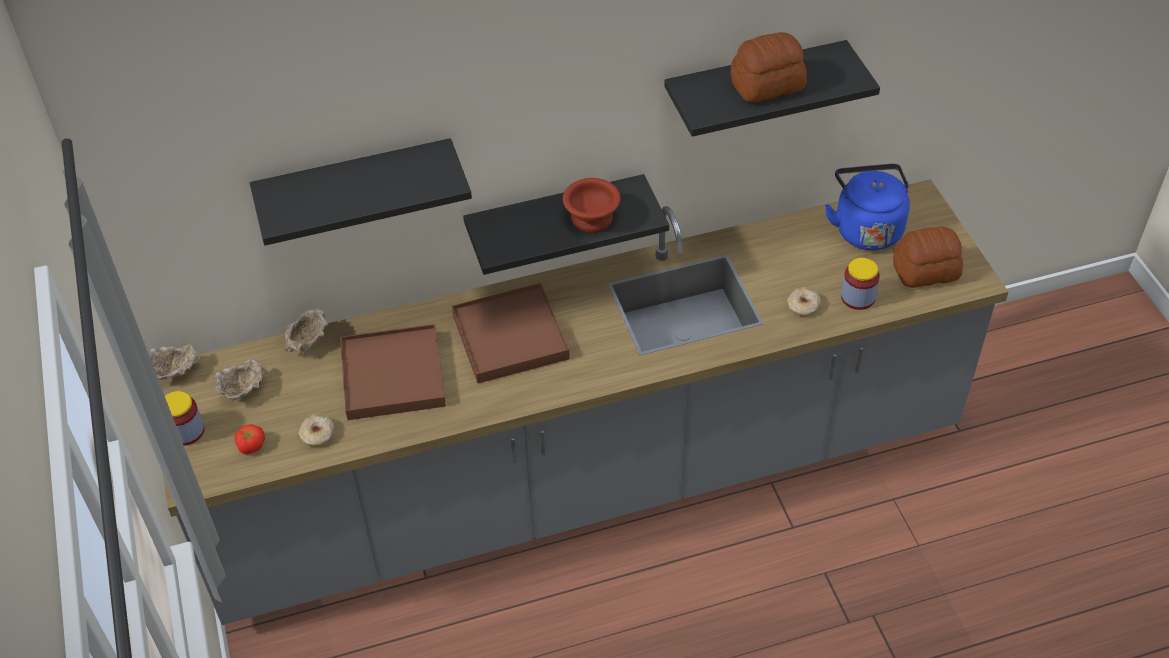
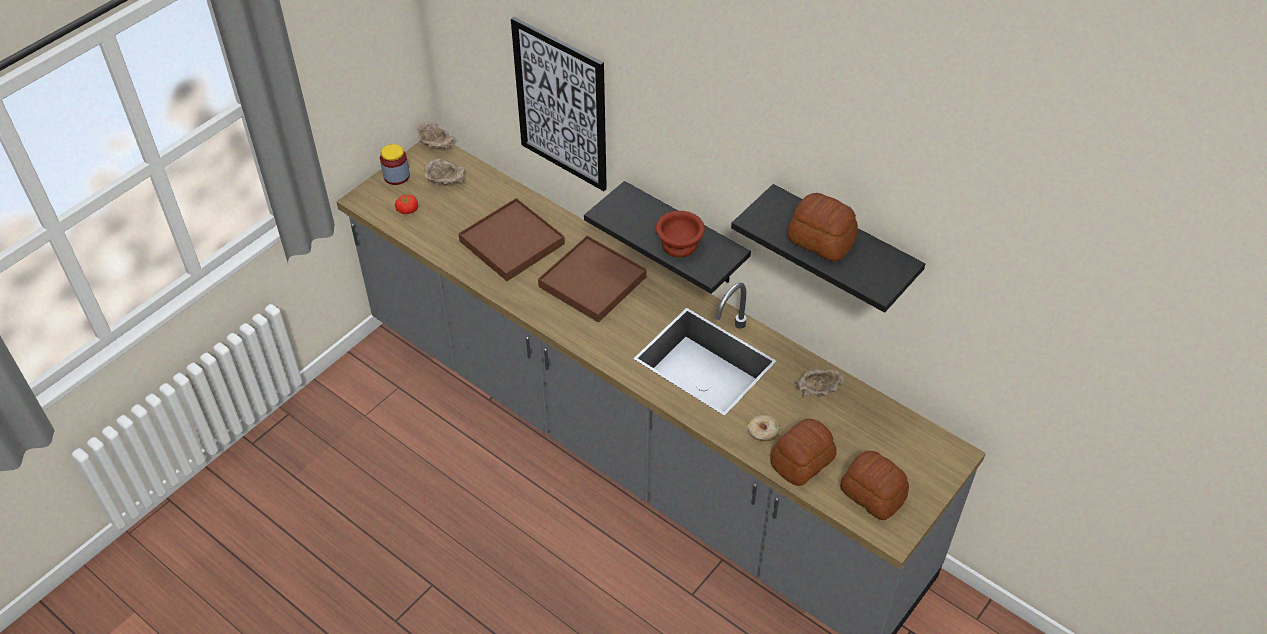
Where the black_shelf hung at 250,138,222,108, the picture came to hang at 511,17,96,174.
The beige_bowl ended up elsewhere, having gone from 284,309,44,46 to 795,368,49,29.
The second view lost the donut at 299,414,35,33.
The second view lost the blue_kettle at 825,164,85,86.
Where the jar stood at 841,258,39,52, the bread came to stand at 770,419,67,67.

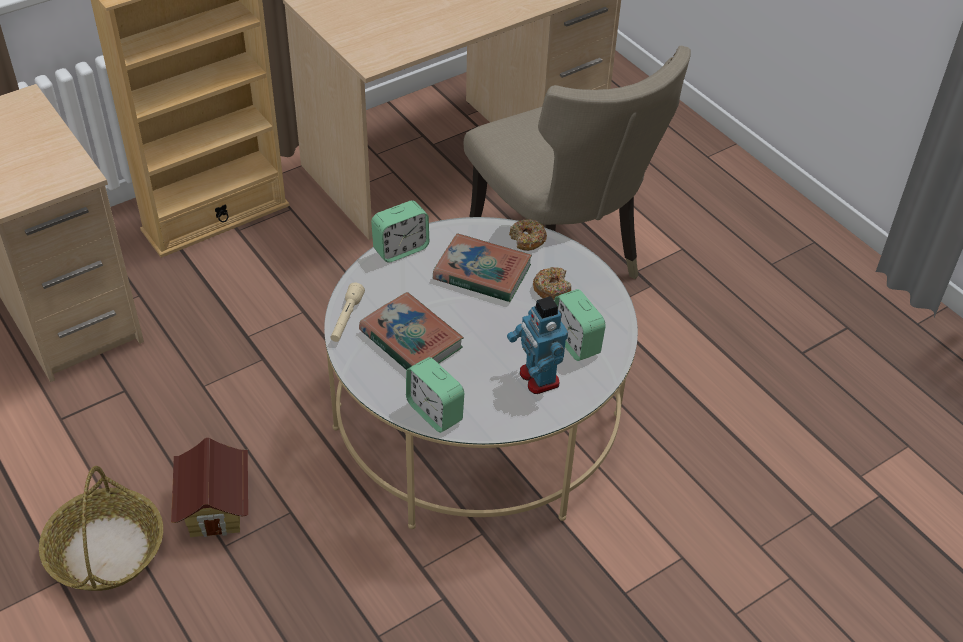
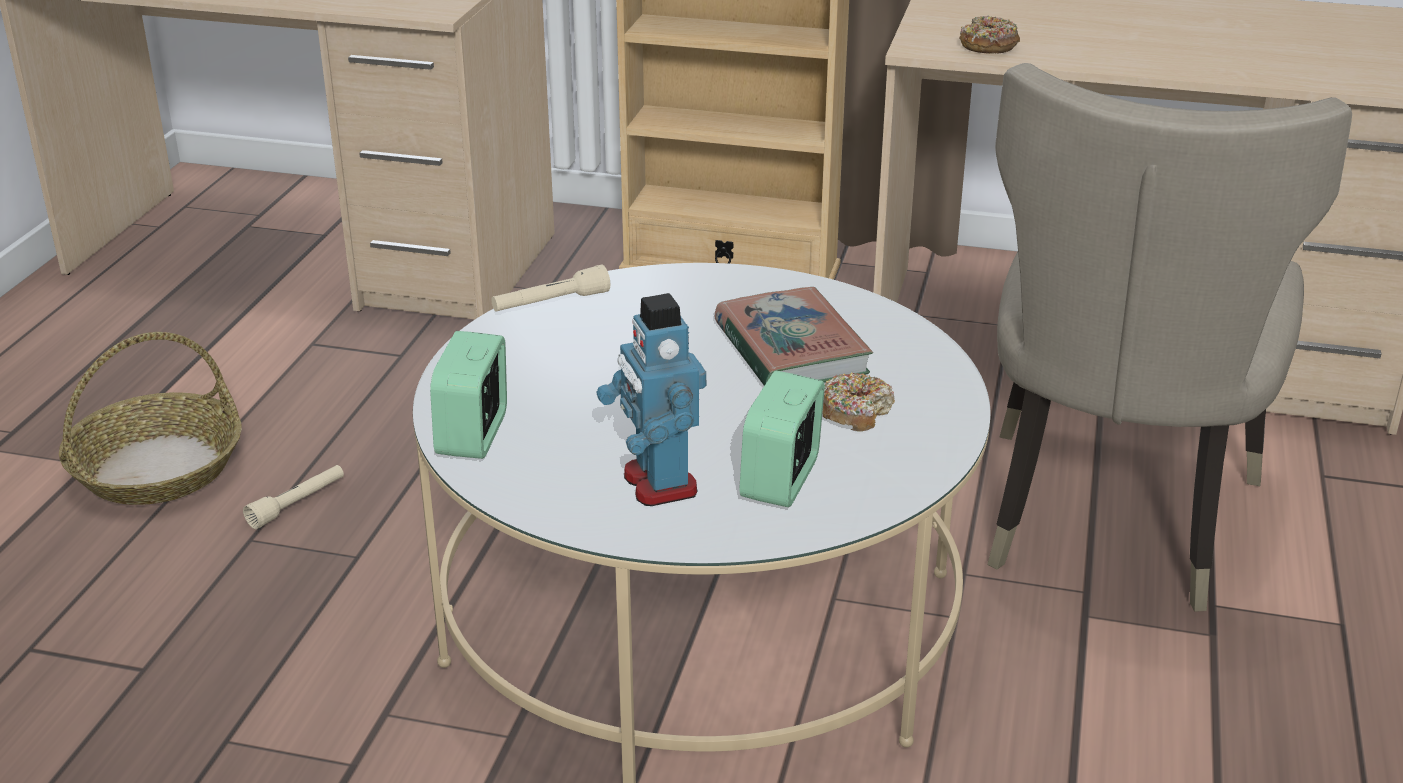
Where the toy_house stood at 171,438,77,99, the beige_flashlight came to stand at 243,465,101,64.
The second view lost the book at 359,292,105,78.
The second view lost the alarm_clock at 371,201,58,62.
The toy_robot at 507,296,61,98 ended up facing another way, 45 degrees counterclockwise from before.
The donut ended up elsewhere, having gone from 509,219,38,32 to 959,15,61,39.

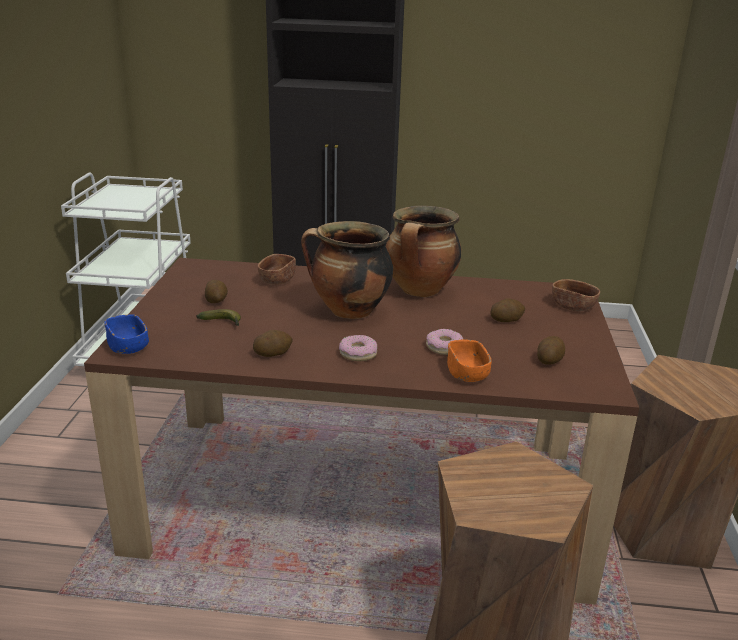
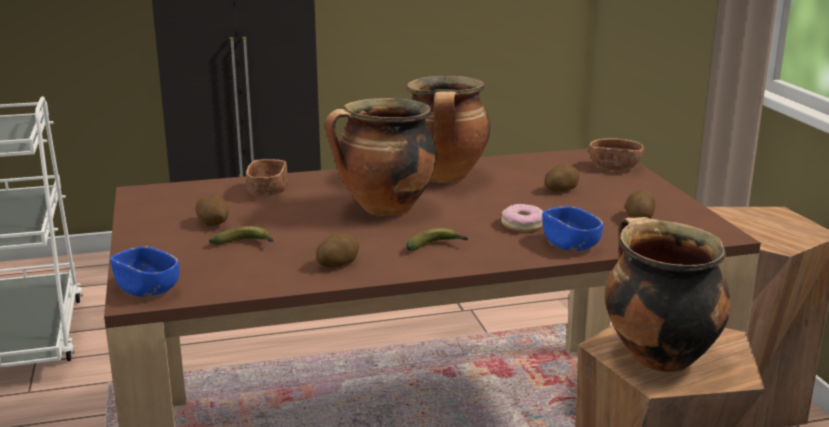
Where the donut stood at 339,335,38,26, the banana came to stand at 406,228,63,23.
What was the orange_bowl at 447,340,45,42 turned into the blue_bowl at 542,206,61,45.
The second view gained the cooking_pot at 605,217,126,155.

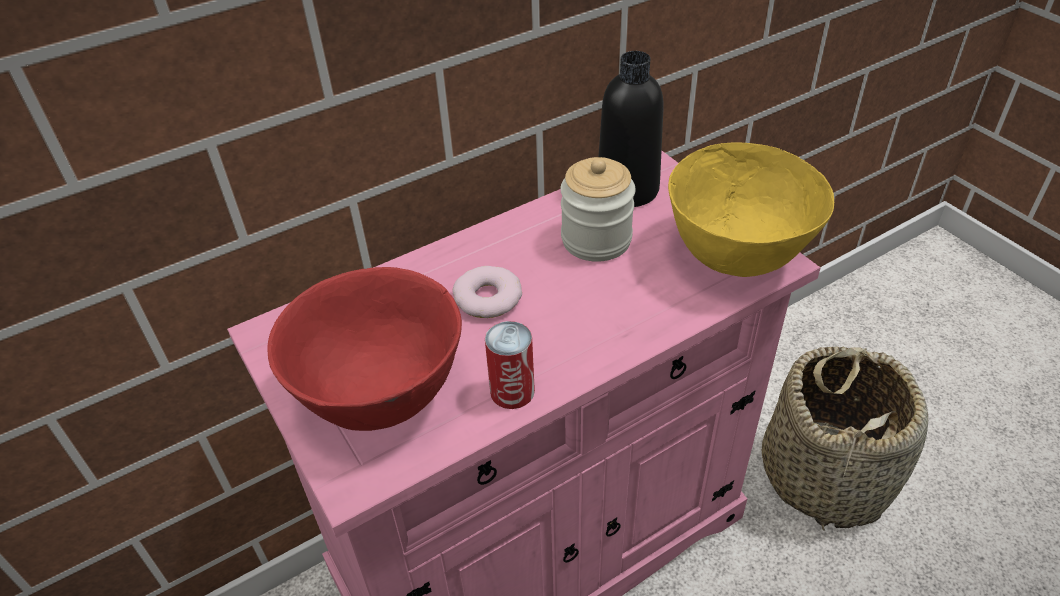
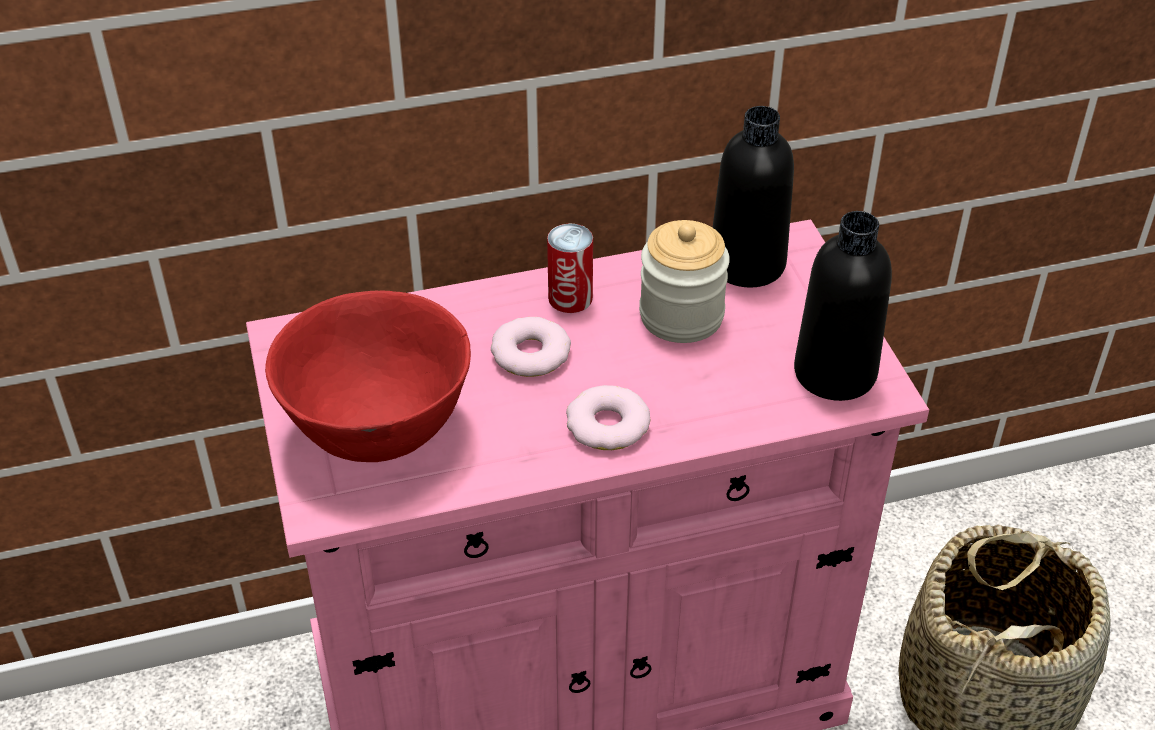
The can ended up elsewhere, having gone from 485,321,50,88 to 547,223,46,90.
Where the yellow_bowl stood at 668,142,166,135, the black_bottle came to stand at 794,211,98,190.
The second view gained the donut at 566,385,84,65.

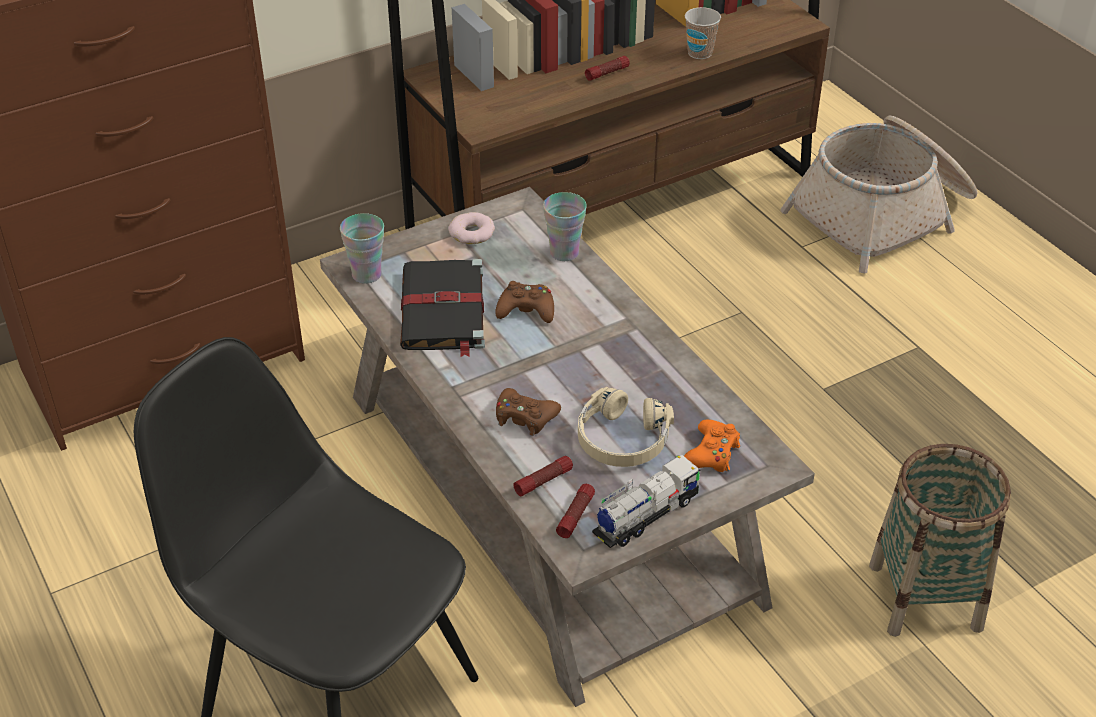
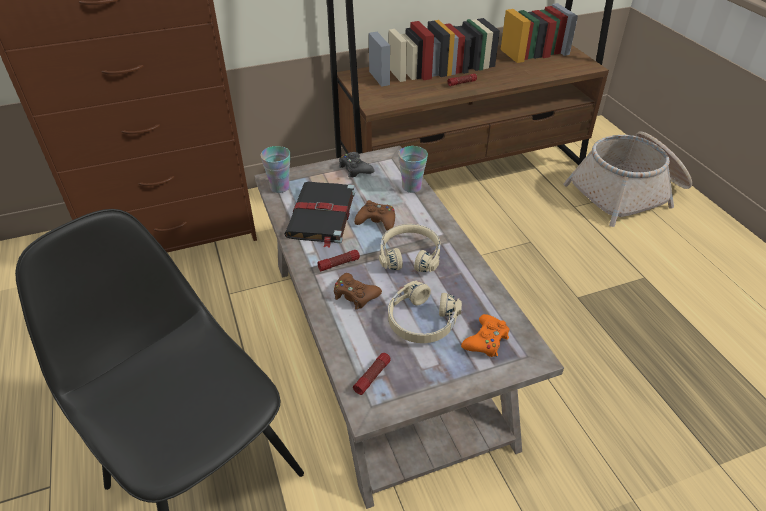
Where the donut stood at 448,212,47,32, the black_game_controller came to stand at 339,152,35,26.
The flashlight ended up elsewhere, having gone from 513,456,60,41 to 317,250,43,21.
The second view lost the toy_truck at 592,455,109,93.
The second view lost the cup at 685,7,36,52.
The second view lost the basket at 869,444,142,193.
The second view gained the beige_headphones at 379,224,62,48.

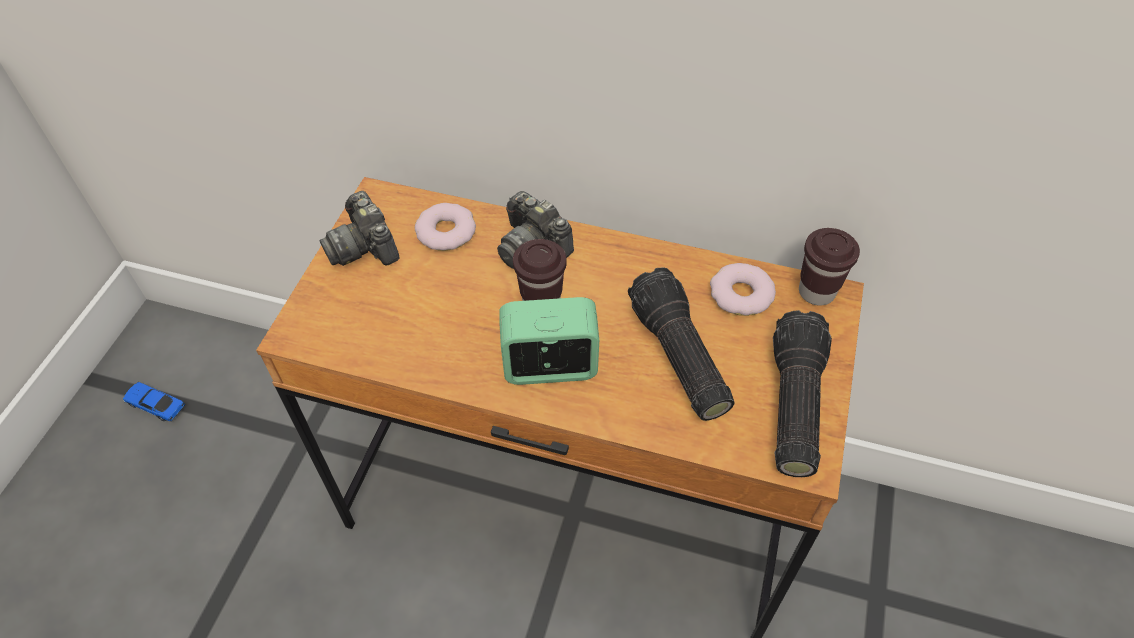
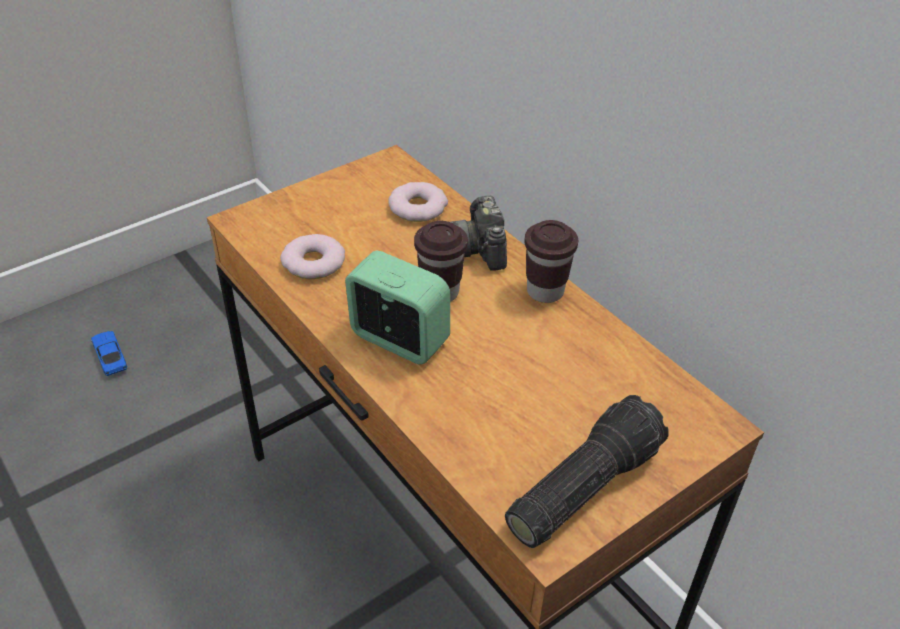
The toy_car ended up elsewhere, having gone from 123,382,62,39 to 91,331,36,45.
The second view lost the photo_camera at 320,191,79,75.
The second view lost the flashlight at 628,267,106,154.
The donut ended up elsewhere, having gone from 710,263,66,53 to 280,234,65,45.
The brown_cup ended up elsewhere, having gone from 799,228,61,78 to 524,220,54,83.

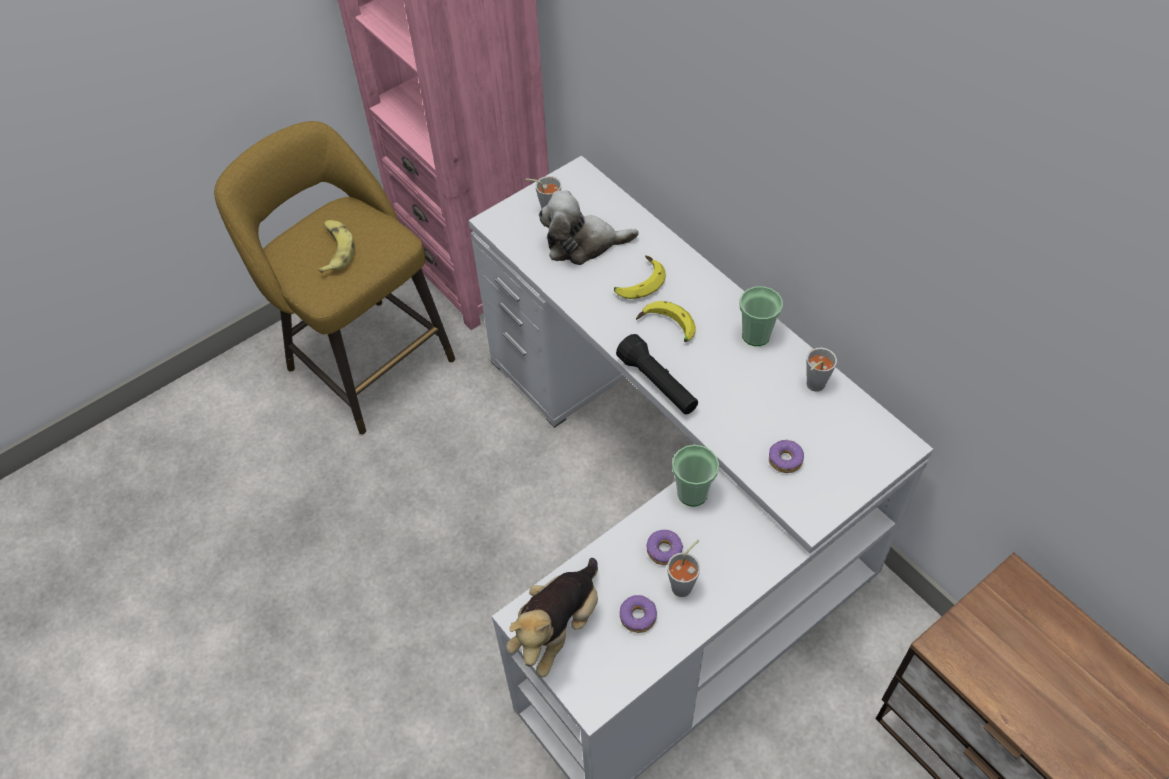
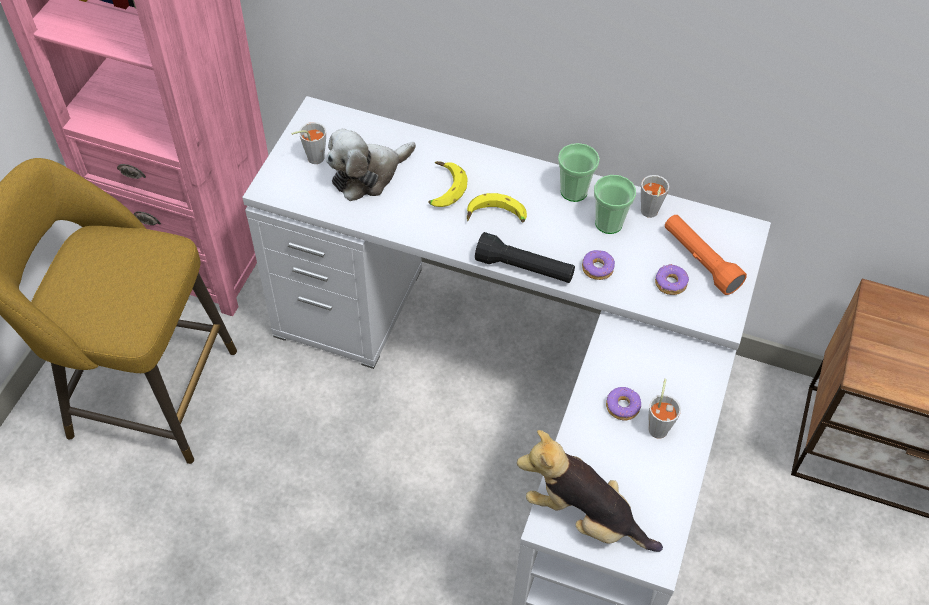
The second view lost the banana at 318,220,37,53.
The plush_toy at 506,558,92,119 ended up facing another way, 120 degrees clockwise from before.
The donut ended up elsewhere, having gone from 620,595,37,38 to 582,250,33,30.
The cup ended up elsewhere, having gone from 672,445,47,62 to 594,175,42,59.
The second view gained the orange_flashlight at 665,215,82,80.

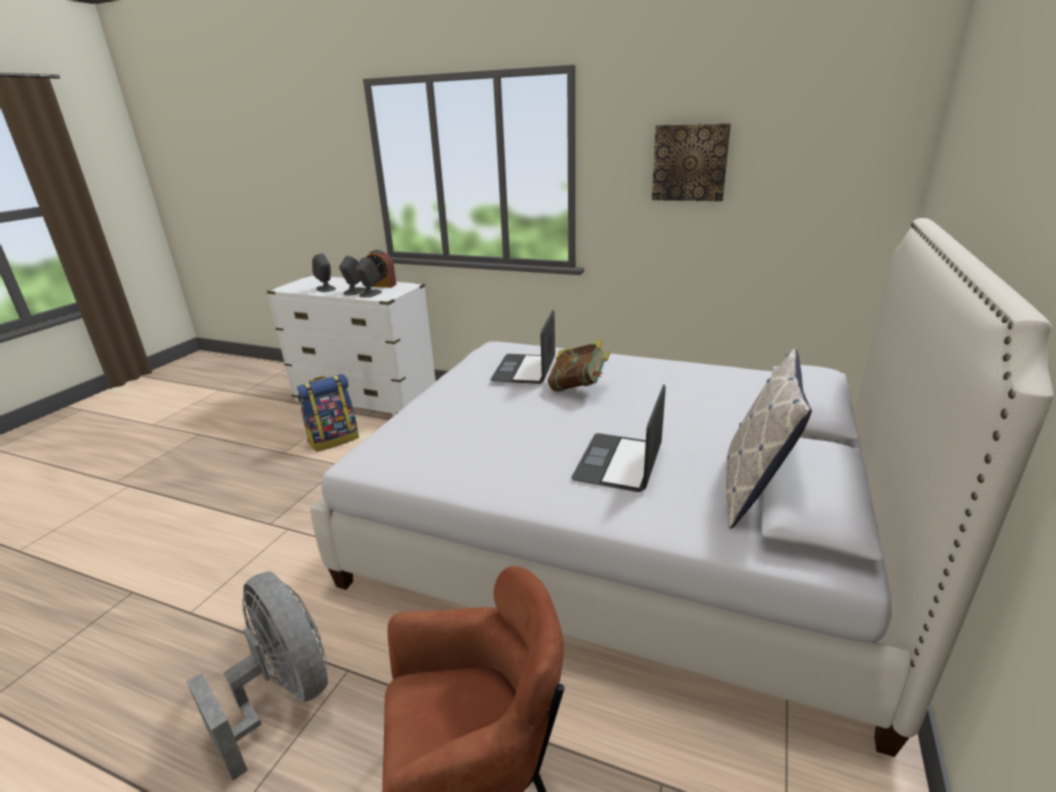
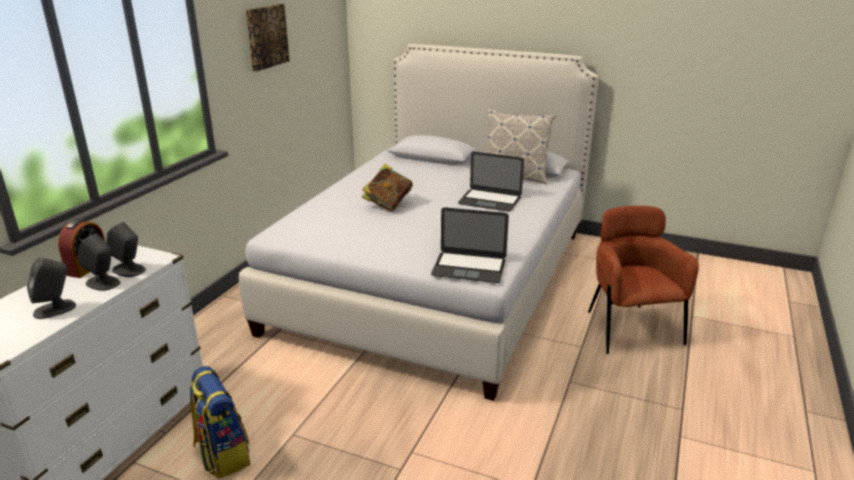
The second view lost the grey_fan at 186,571,142,210.
The laptop ended up elsewhere, having gone from 491,310,64,74 to 431,207,78,76.

